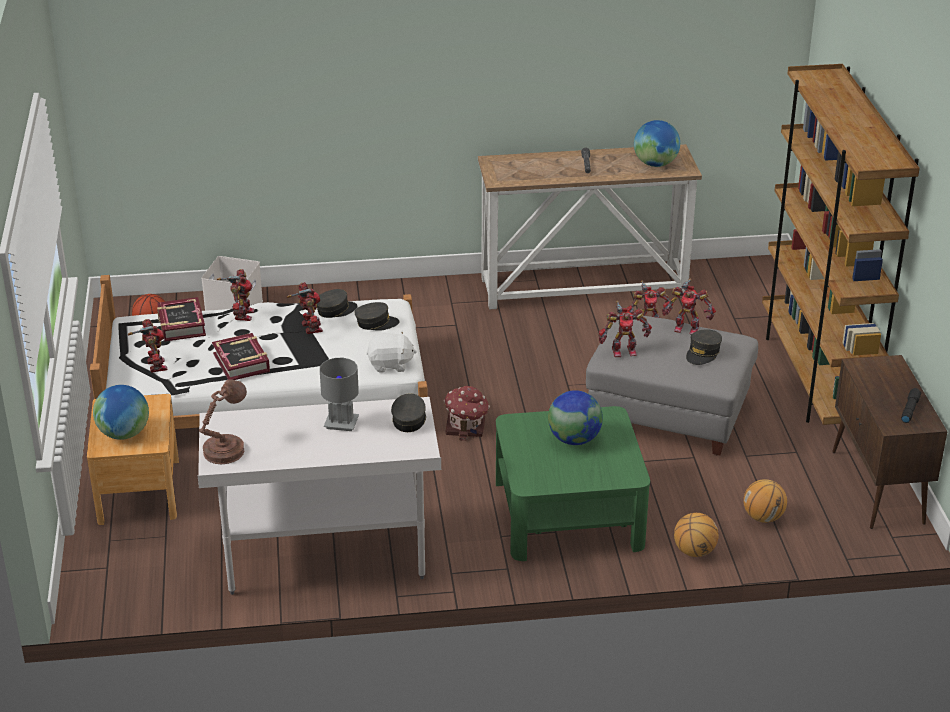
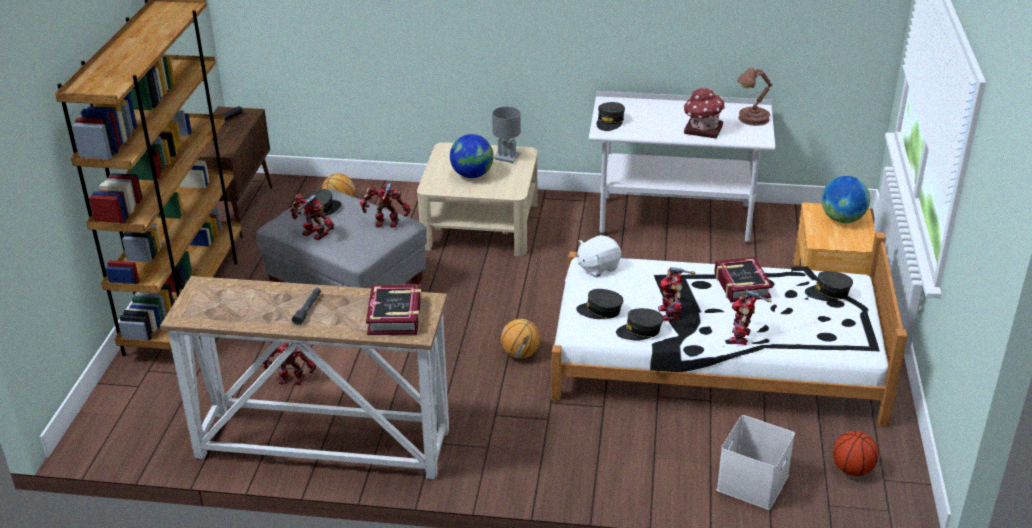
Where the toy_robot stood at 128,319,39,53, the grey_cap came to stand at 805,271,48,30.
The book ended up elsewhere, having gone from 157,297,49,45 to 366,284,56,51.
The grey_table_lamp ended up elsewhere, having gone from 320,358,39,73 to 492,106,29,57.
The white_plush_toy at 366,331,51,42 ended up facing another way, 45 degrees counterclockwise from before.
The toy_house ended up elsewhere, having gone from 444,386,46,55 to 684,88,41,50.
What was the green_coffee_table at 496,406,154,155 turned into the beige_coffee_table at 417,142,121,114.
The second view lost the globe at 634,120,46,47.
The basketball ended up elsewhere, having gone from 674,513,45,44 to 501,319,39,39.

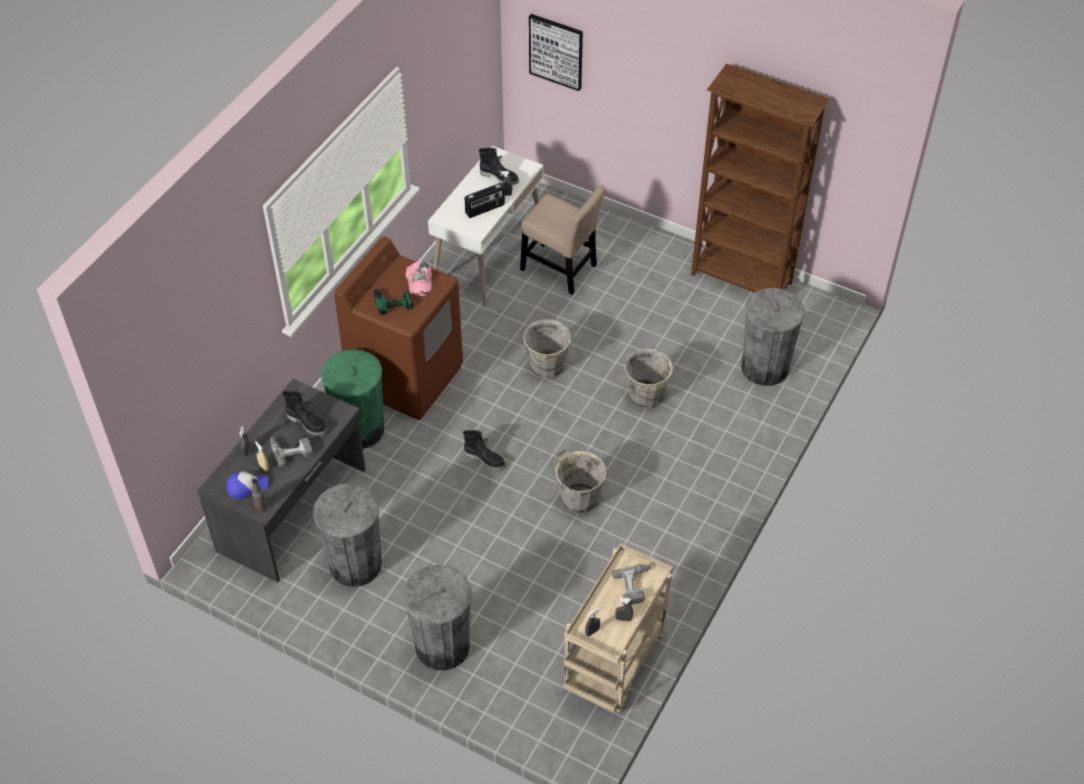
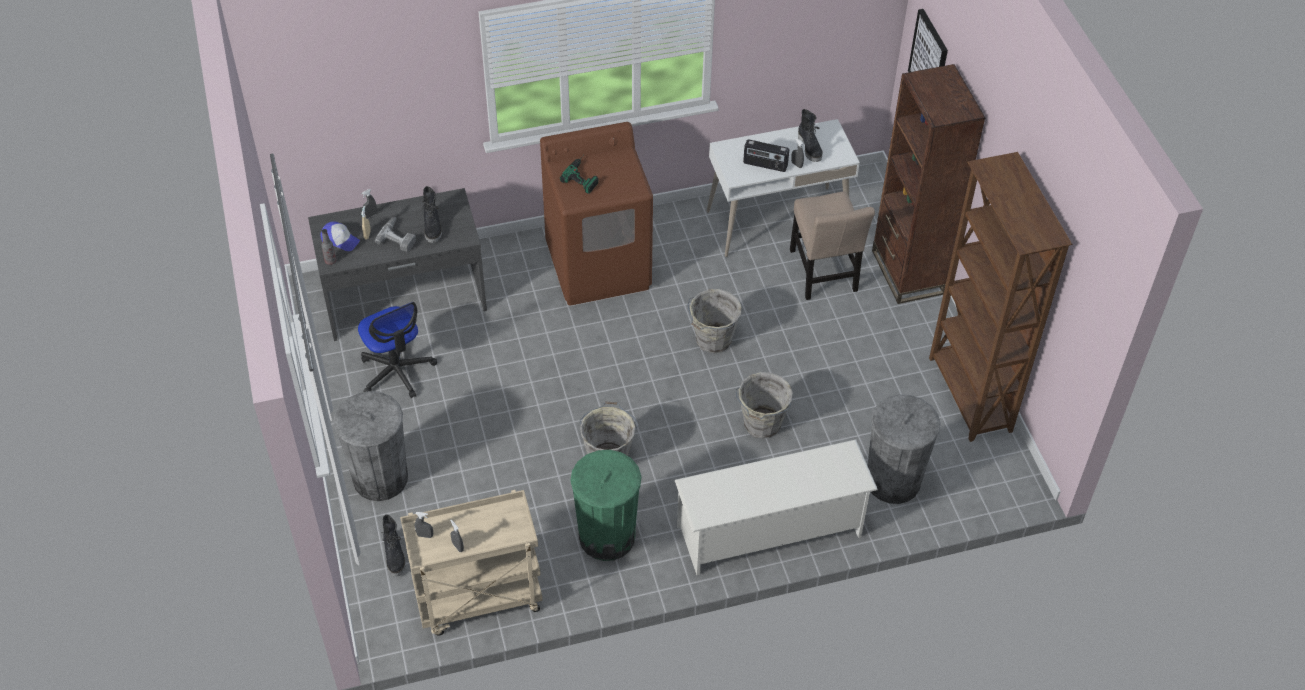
Where the grey_trash_can stood at 313,483,69,104, the office_chair came to stand at 358,302,79,96.
The green_trash_can ended up elsewhere, having gone from 321,349,64,100 to 570,450,71,111.
The second view lost the pink_cap at 406,261,26,35.
The black_boot ended up elsewhere, having gone from 463,430,42,40 to 382,514,24,63.
The second view lost the power_drill at 612,565,40,40.
The second view gained the white_shoe_rack at 675,440,203,135.
The second view gained the brown_bookcase at 872,64,114,240.

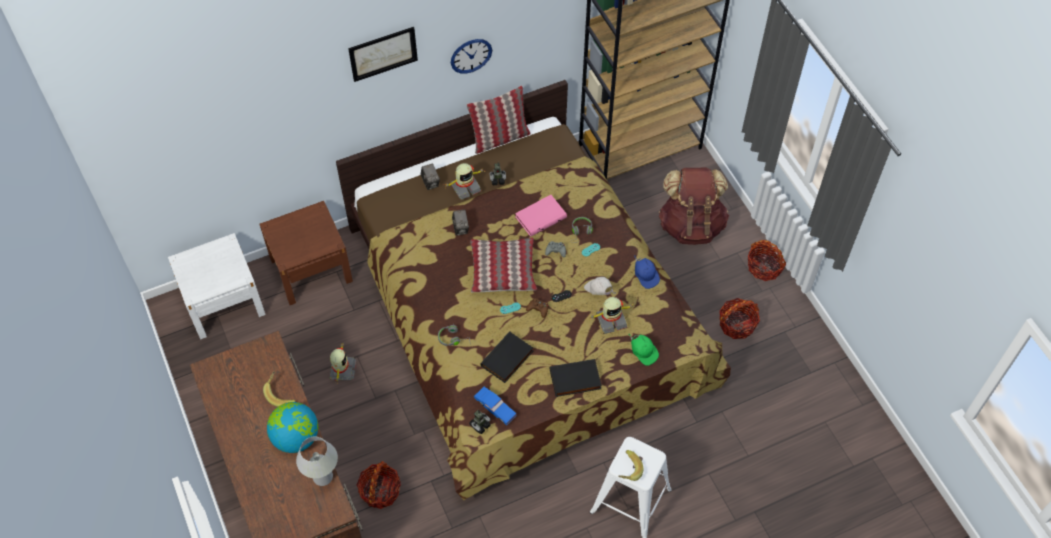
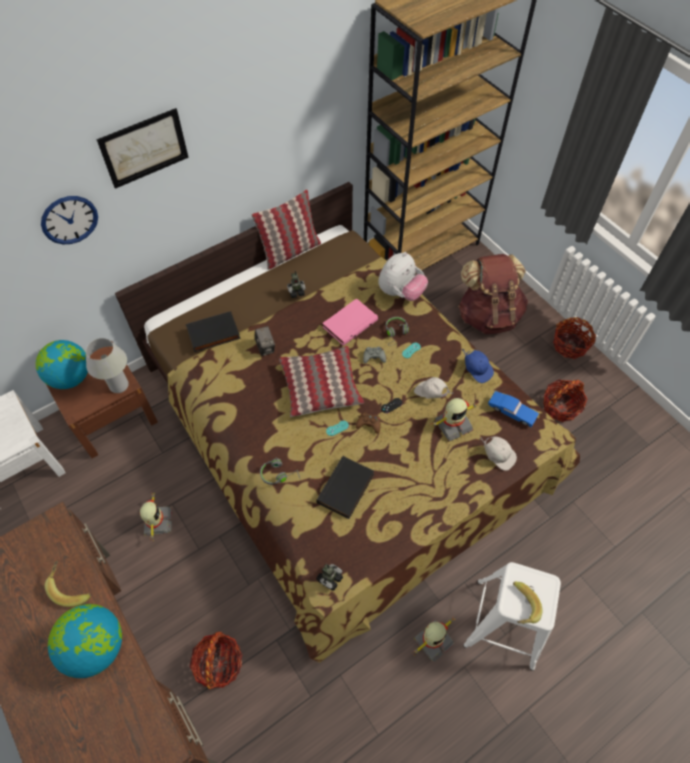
The white_table_lamp ended up elsewhere, having gone from 296,436,42,50 to 86,338,43,55.
The second view lost the photo_camera at 420,163,20,27.
The toy_robot ended up elsewhere, having gone from 445,163,39,37 to 412,616,43,46.
The wall_clock ended up elsewhere, having gone from 451,39,41,35 to 41,196,57,48.
The blue_toy_car ended up elsewhere, having gone from 474,387,42,38 to 488,391,51,36.
The black_book ended up elsewhere, having gone from 550,359,52,38 to 186,311,54,41.
What was the green_cap at 628,334,31,32 turned into the white_cap at 480,436,37,35.
The second view gained the globe at 36,340,52,49.
The second view gained the plush_toy at 378,252,50,49.

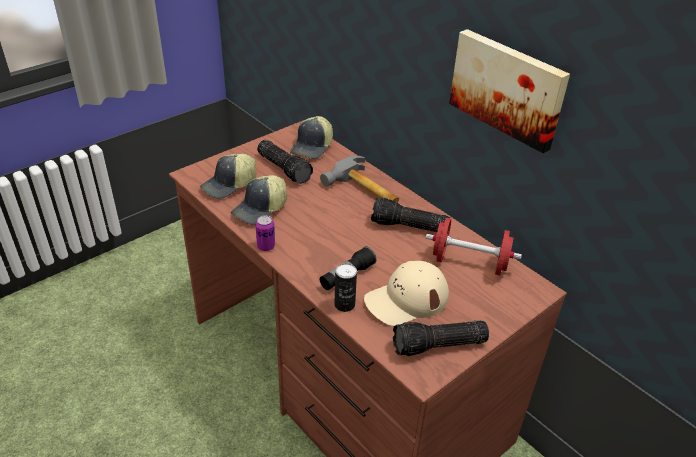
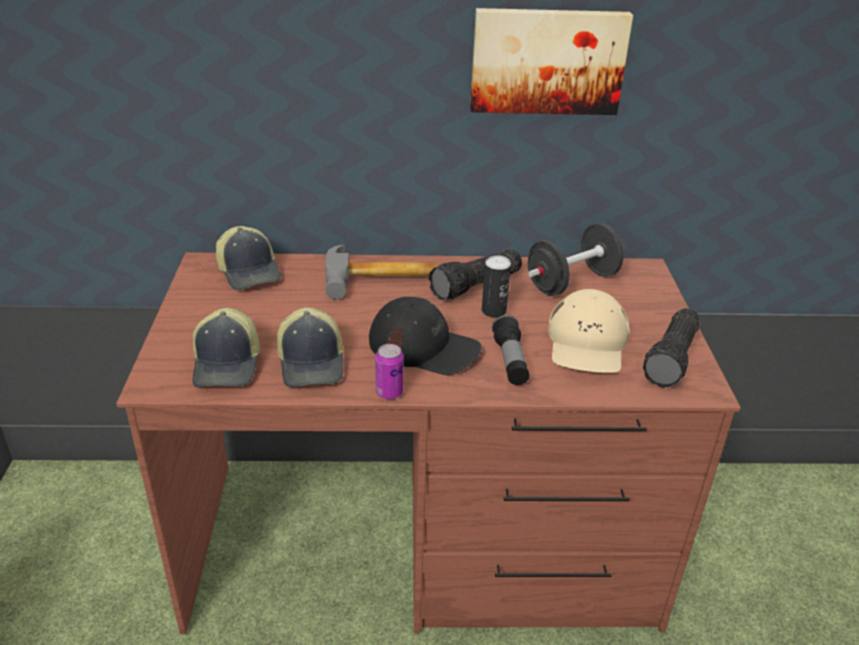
The second view lost the flashlight at 257,140,56,44.
The can ended up elsewhere, having gone from 334,263,23,49 to 482,255,29,62.
What was the red_dumbbell at 426,218,96,58 turned into the black_dumbbell at 528,223,96,73.
The second view gained the black_cap at 369,296,113,79.

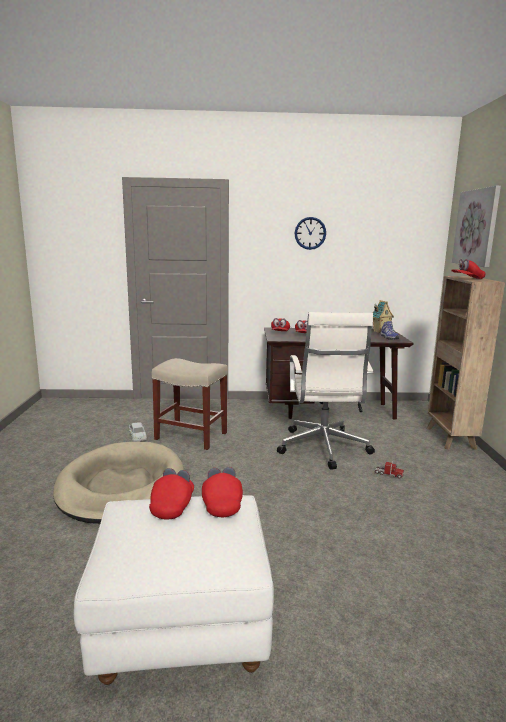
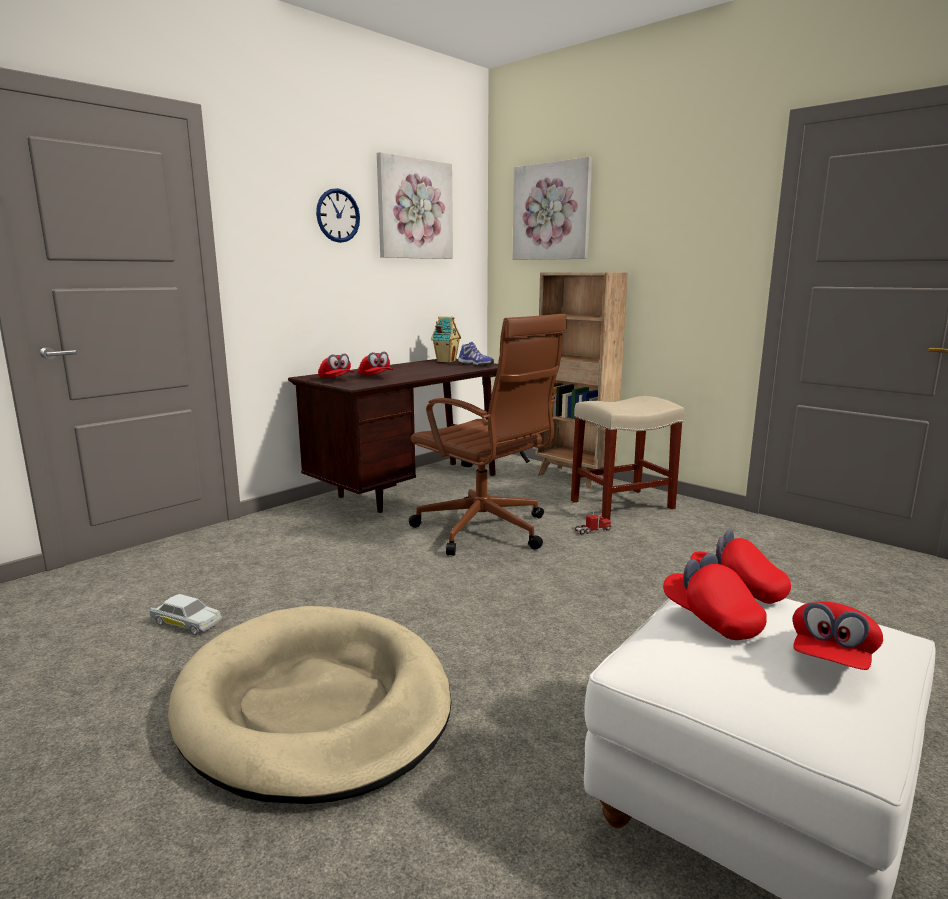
The beige_stool ended up elsewhere, having gone from 152,358,76,92 to 571,396,113,124.
What was the white_office_chair at 277,312,98,158 turned into the brown_office_chair at 409,314,158,242.
The red_cap ended up elsewhere, having gone from 451,259,34,20 to 793,602,90,68.
The second view gained the picture at 377,152,76,107.

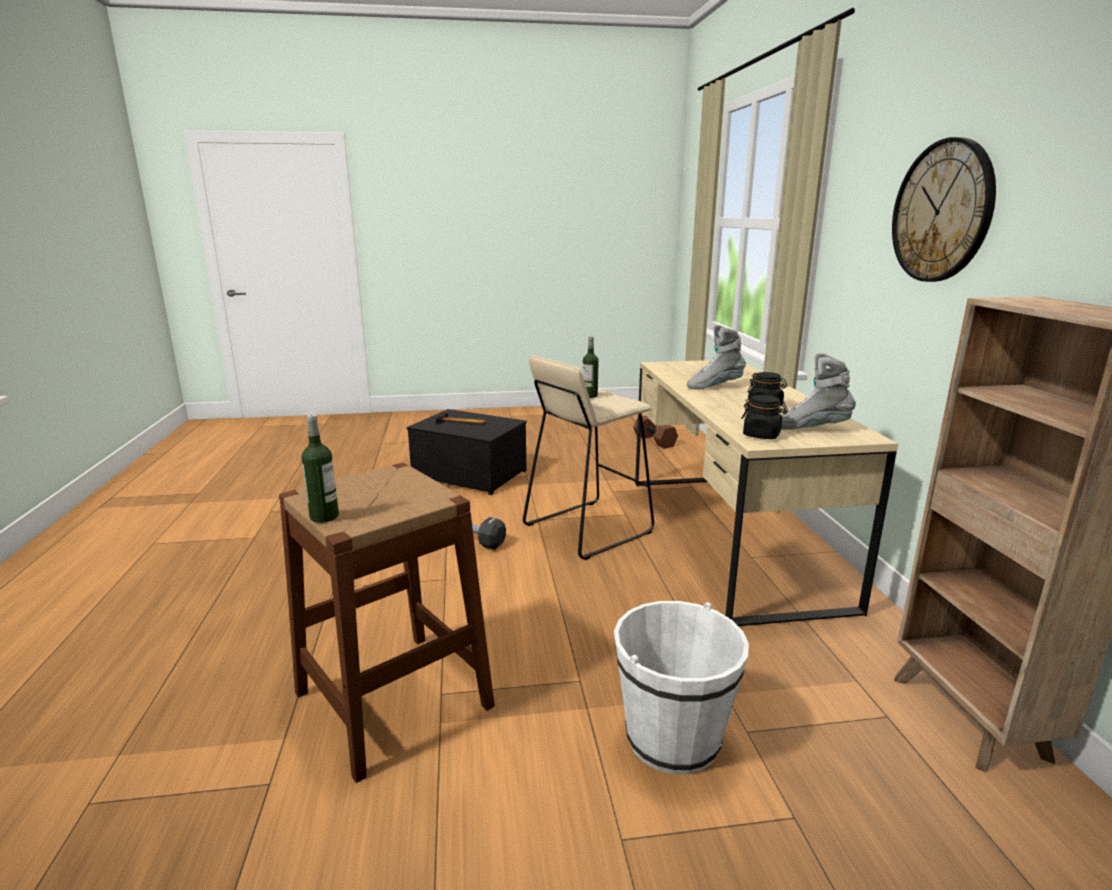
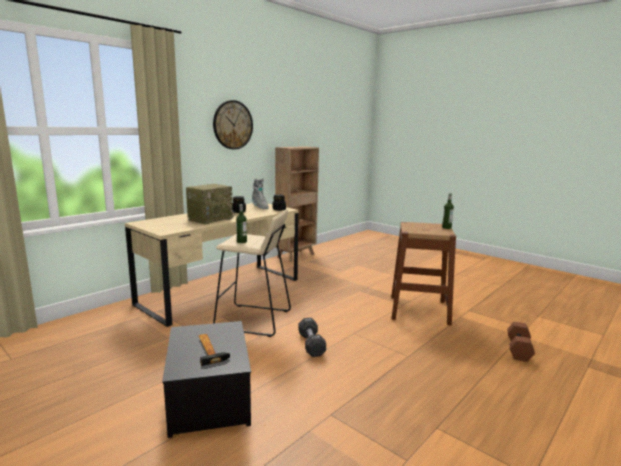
The second view lost the white_bucket at 614,601,135,173.
The brown_dumbbell ended up elsewhere, having gone from 633,416,45,33 to 507,322,28,40.
Where the grey_boot stood at 687,325,59,64, the radio came to stand at 186,184,49,40.

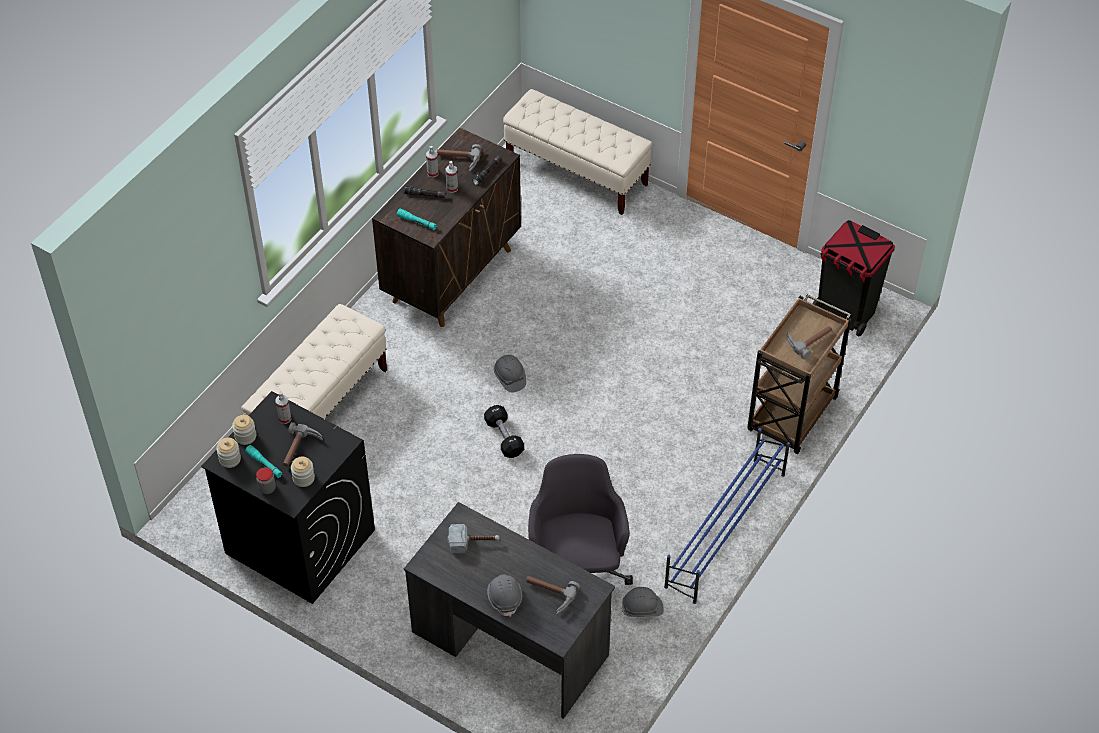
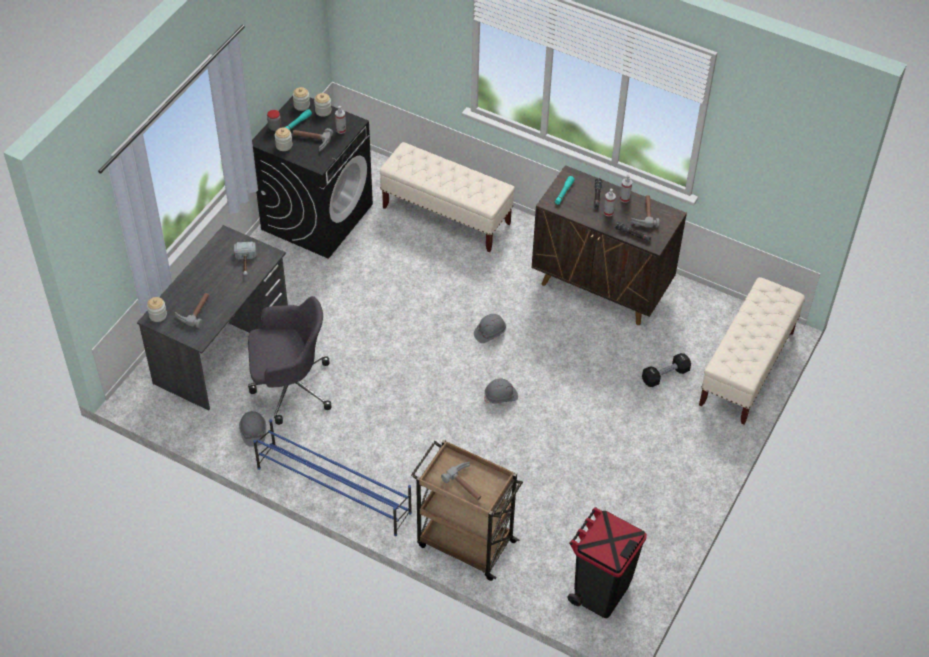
The black_dumbbell ended up elsewhere, having gone from 484,405,40,53 to 642,353,49,34.
The grey_hard_hat ended up elsewhere, having gone from 487,574,35,43 to 484,378,34,26.
The second view gained the jar at 147,297,20,25.

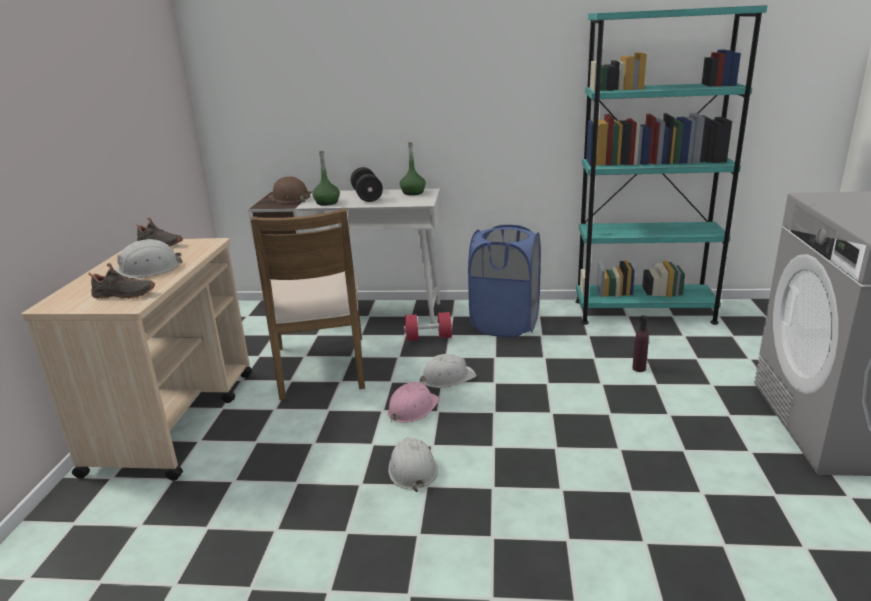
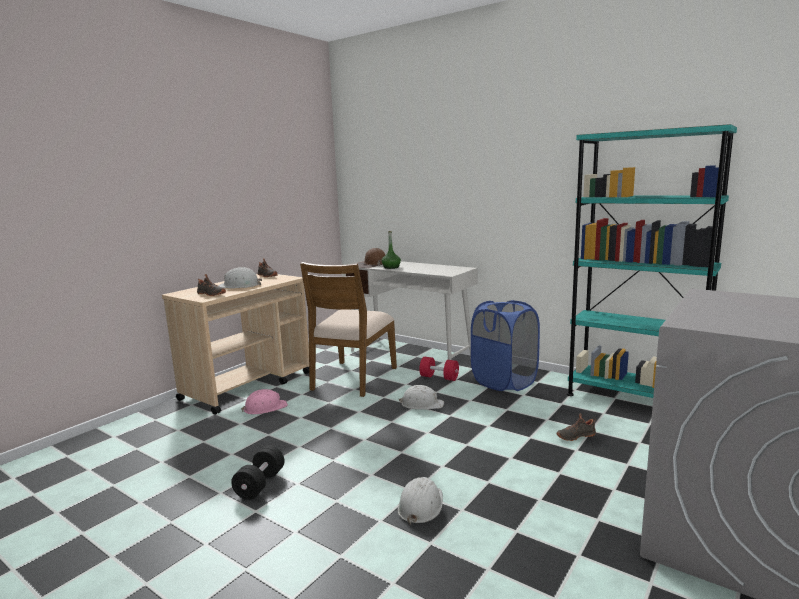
The black_dumbbell ended up elsewhere, having gone from 350,167,33,35 to 231,445,54,55.
The pink_hard_hat ended up elsewhere, having gone from 387,382,53,41 to 241,389,47,26.
The white_hard_hat ended up elsewhere, having gone from 388,437,50,55 to 398,477,45,48.
The second view lost the green_bottle at 400,142,26,53.
Where the purple_bottle stood at 632,315,17,57, the black_shoe came to stand at 556,413,40,28.

